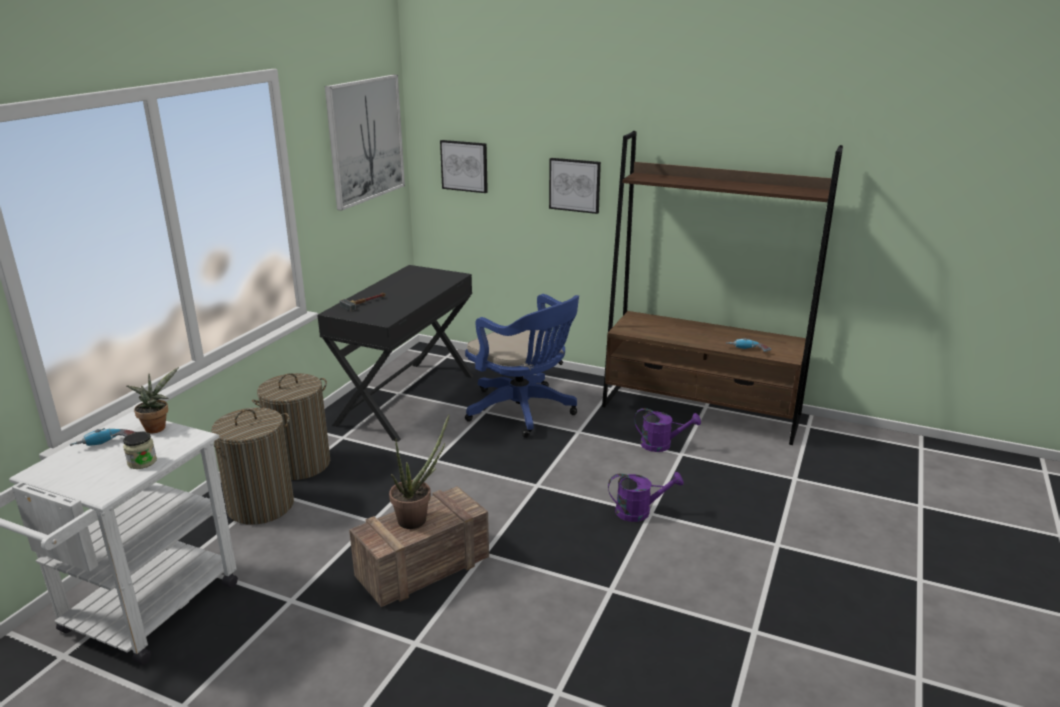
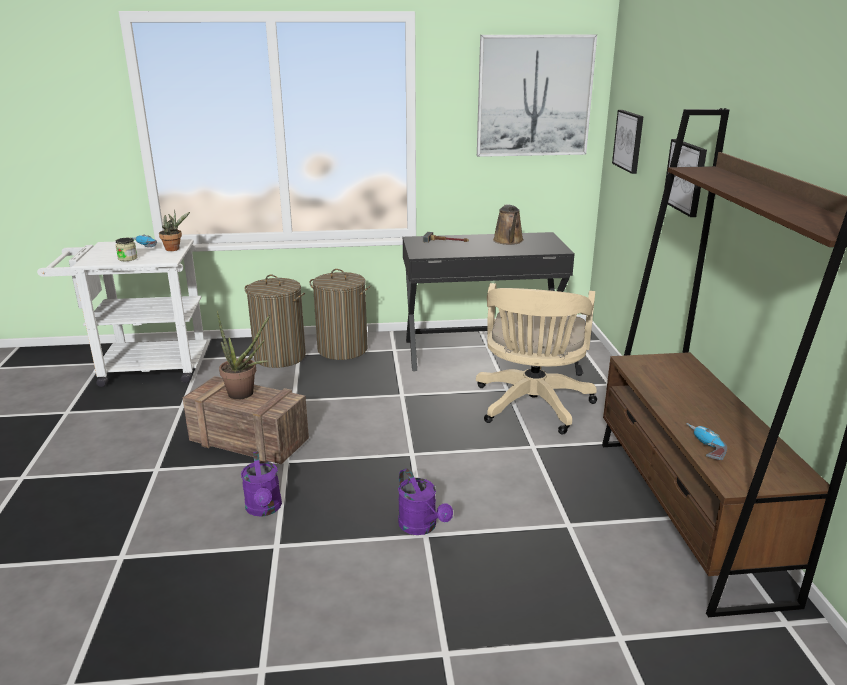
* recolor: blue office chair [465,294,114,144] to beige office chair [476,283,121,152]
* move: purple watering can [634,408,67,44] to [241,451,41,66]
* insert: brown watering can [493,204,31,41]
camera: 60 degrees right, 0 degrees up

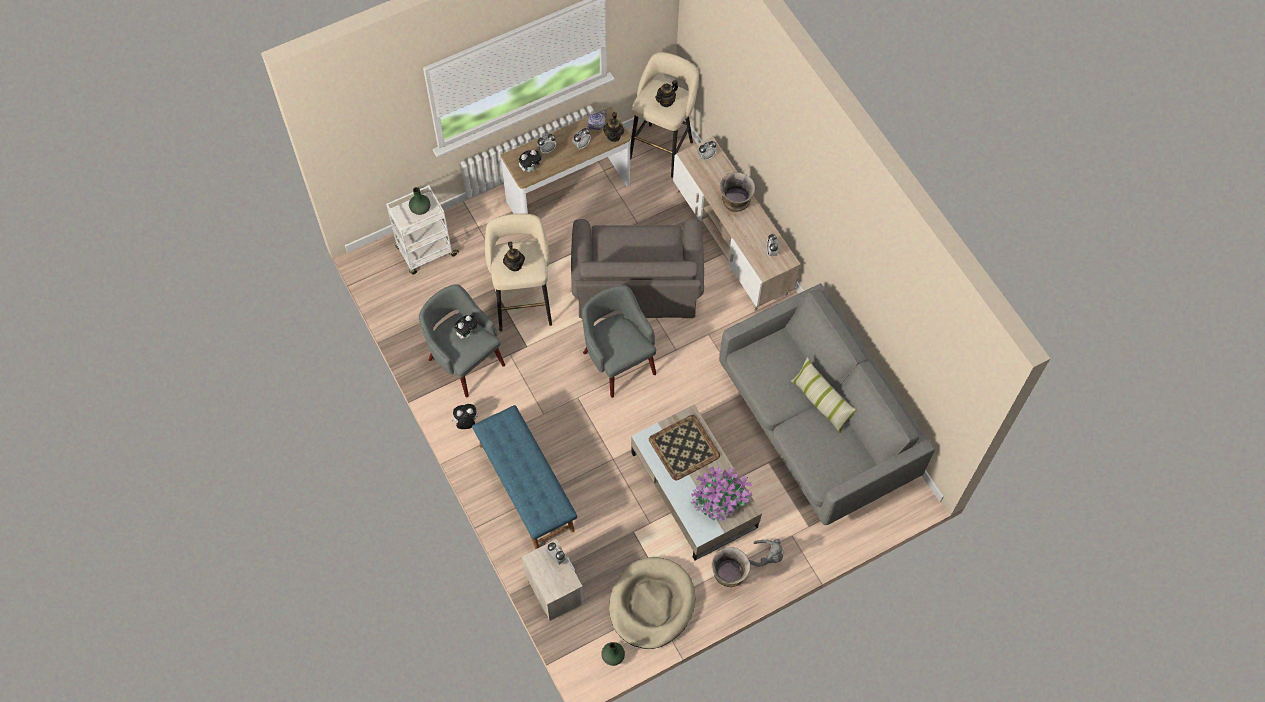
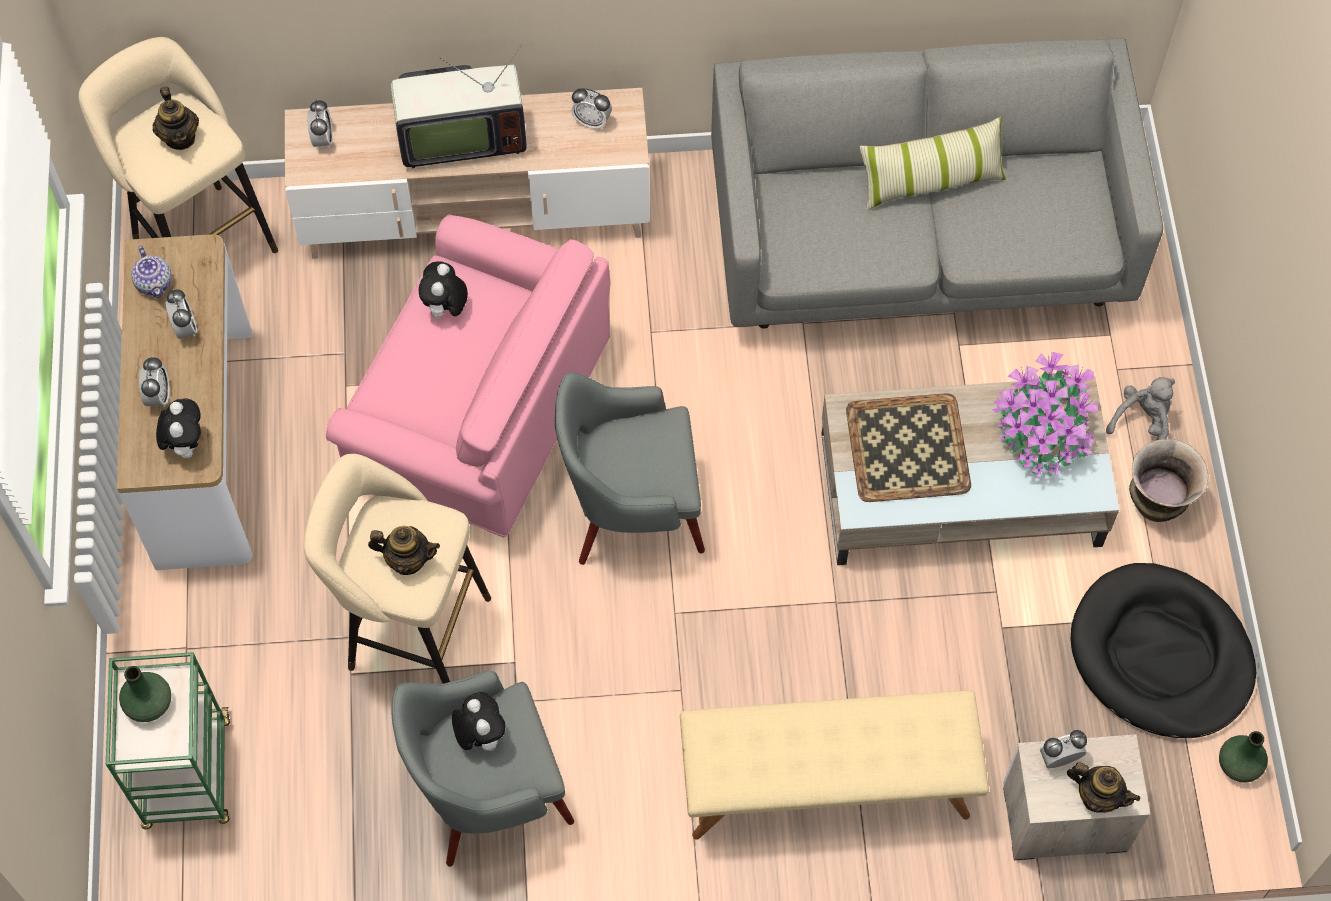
* recolor: white cart [386,185,73,89] to green cart [106,652,124,177]
* move: plush toy [451,404,27,25] to [419,261,49,61]
* recolor: blue bench [472,405,105,145] to beige bench [680,690,309,150]
* recolor: grey armchair [571,218,133,101] to pink armchair [326,214,284,323]
* move: teapot [603,112,21,30] to [1067,762,73,51]
* recolor: beige dog bed [609,557,86,92] to black dog bed [1071,563,185,175]
* replace: vase [720,172,35,40] to television [391,44,136,124]
camera: 65 degrees left, 0 degrees up

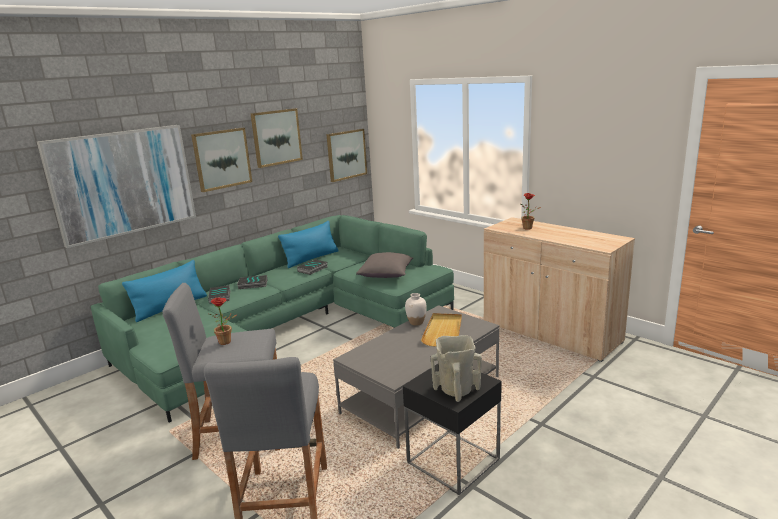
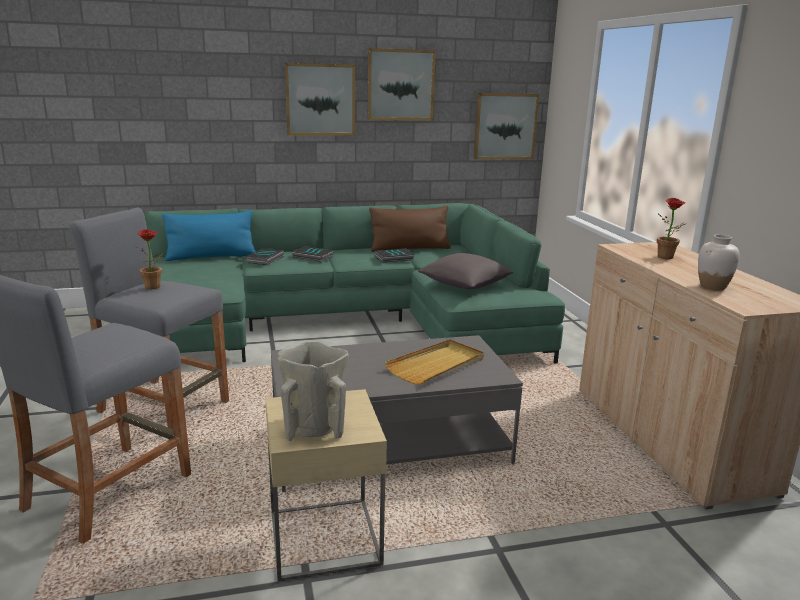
* delete: picture [37,125,159,123]
* recolor: blue pillow [278,221,61,47] to brown pillow [369,206,82,46]
* recolor: black side table [403,364,99,131] to beige side table [266,389,121,193]
* move: white vase [405,293,22,33] to [698,234,42,57]
camera: 30 degrees right, 0 degrees up

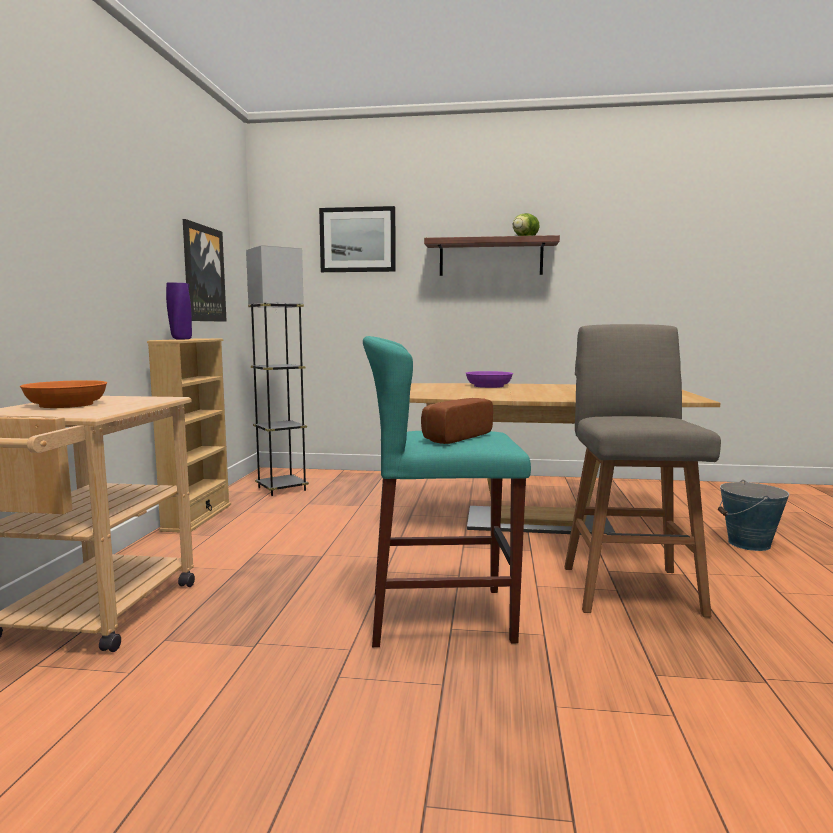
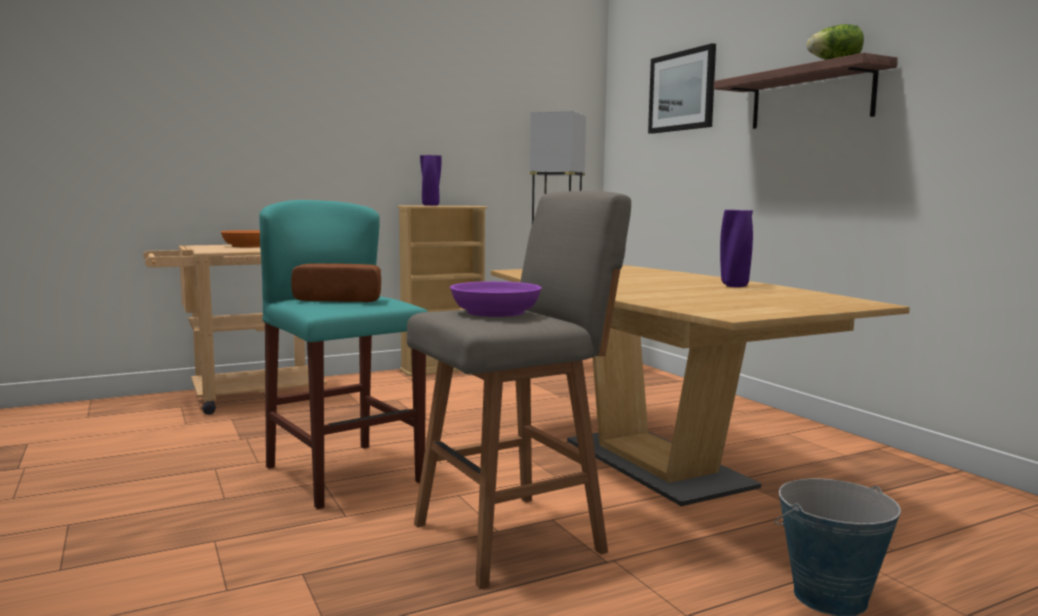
* delete: picture [183,219,44,103]
* move: purple bowl [466,371,47,17] to [450,281,92,36]
* insert: purple vase [720,210,33,77]
camera: 55 degrees right, 0 degrees up

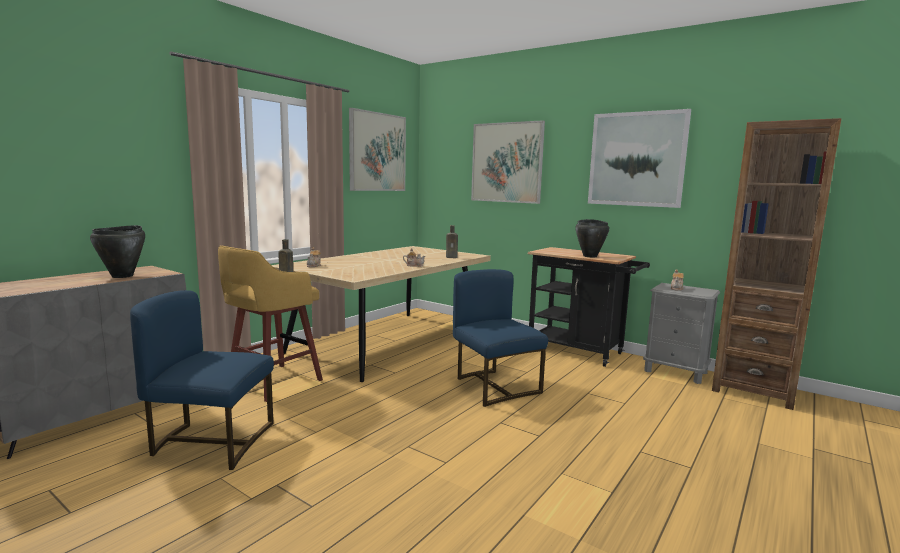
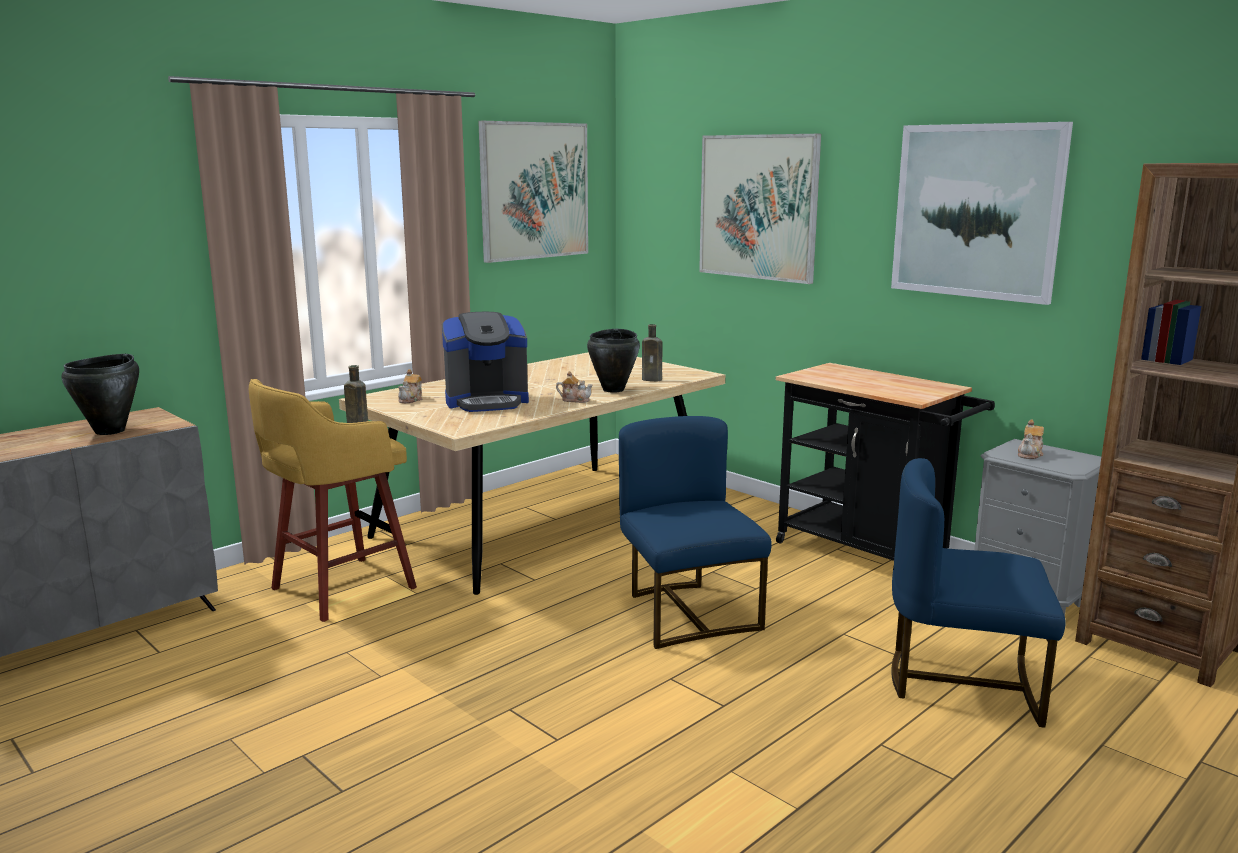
* move: blue chair [130,290,144,180] to [891,458,175,270]
* move: black cooking pot [575,219,34,38] to [587,329,53,64]
* insert: coffee machine [442,312,87,100]
camera: 10 degrees right, 5 degrees up

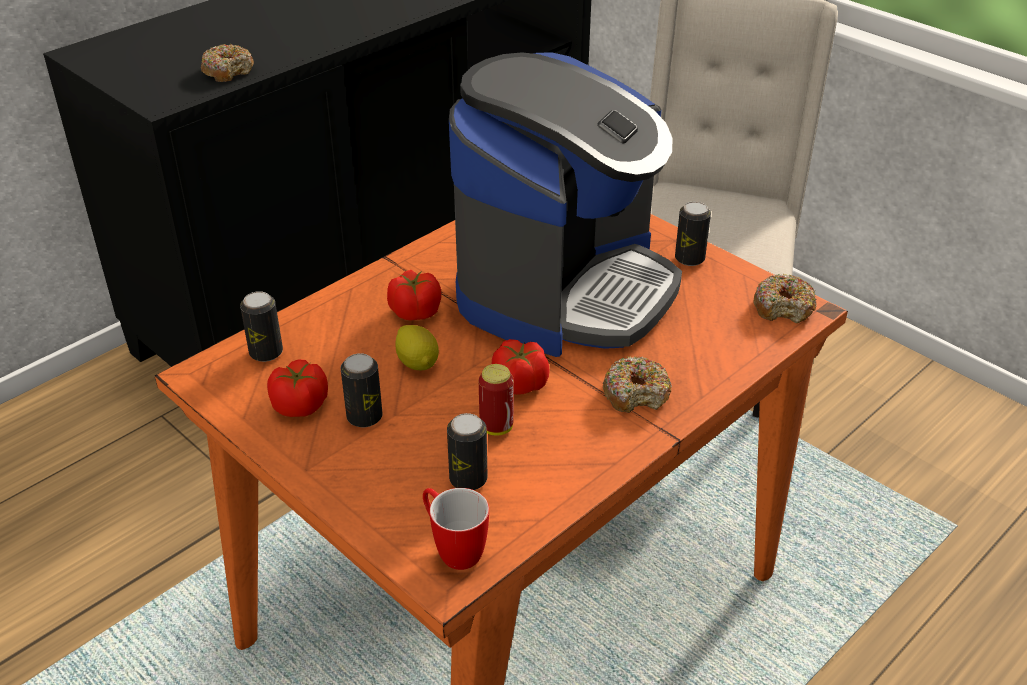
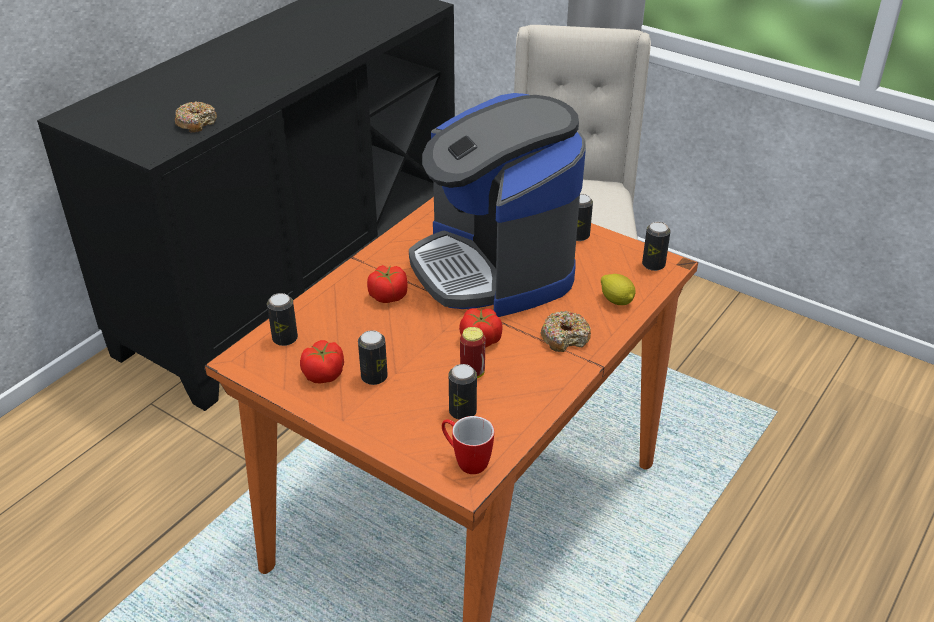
* move: lemon [396,325,43,45] to [601,274,34,31]
* rotate: coffee machine [449,52,233,305] = [409,93,177,224] 135 degrees clockwise
* replace: donut [753,274,64,49] to can [642,222,29,49]
camera: 10 degrees left, 0 degrees up

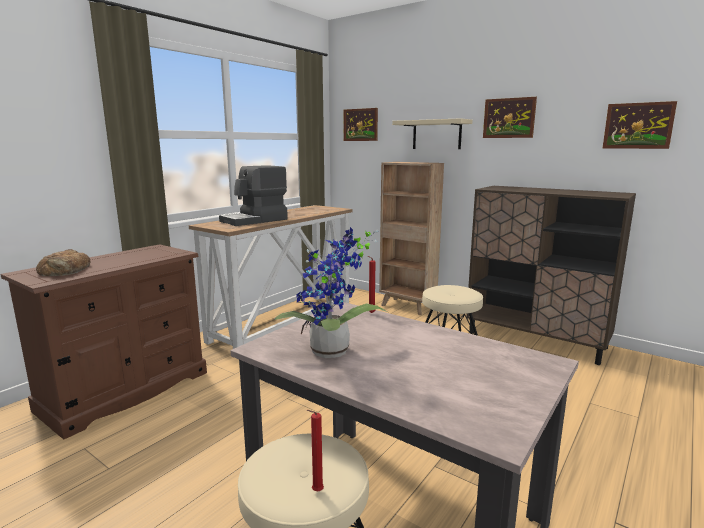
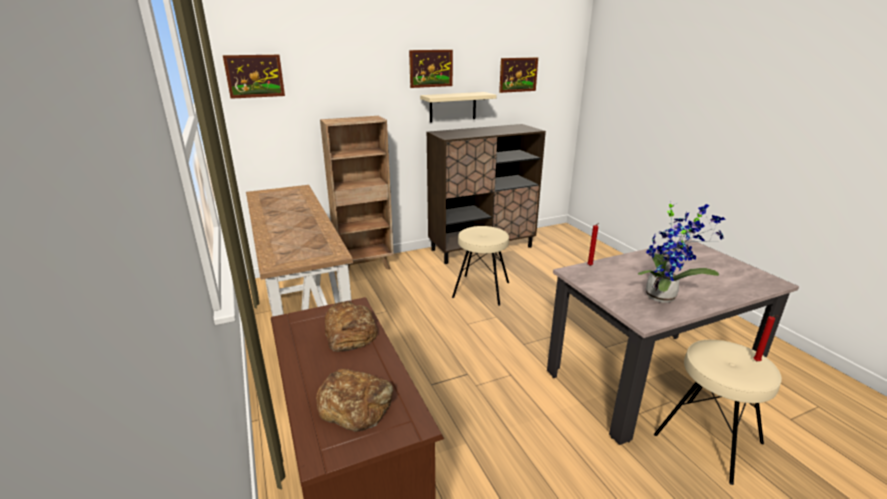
* delete: coffee machine [219,165,69,61]
* move: beige shelf [392,118,80,31] to [420,92,76,31]
* insert: bread [325,301,53,51]
camera: 60 degrees left, 10 degrees up

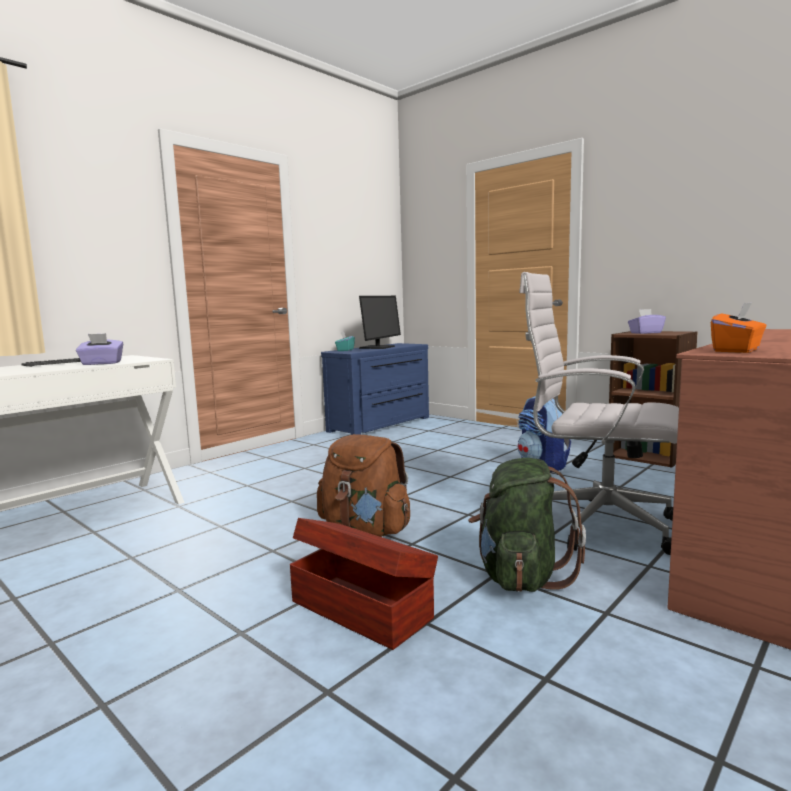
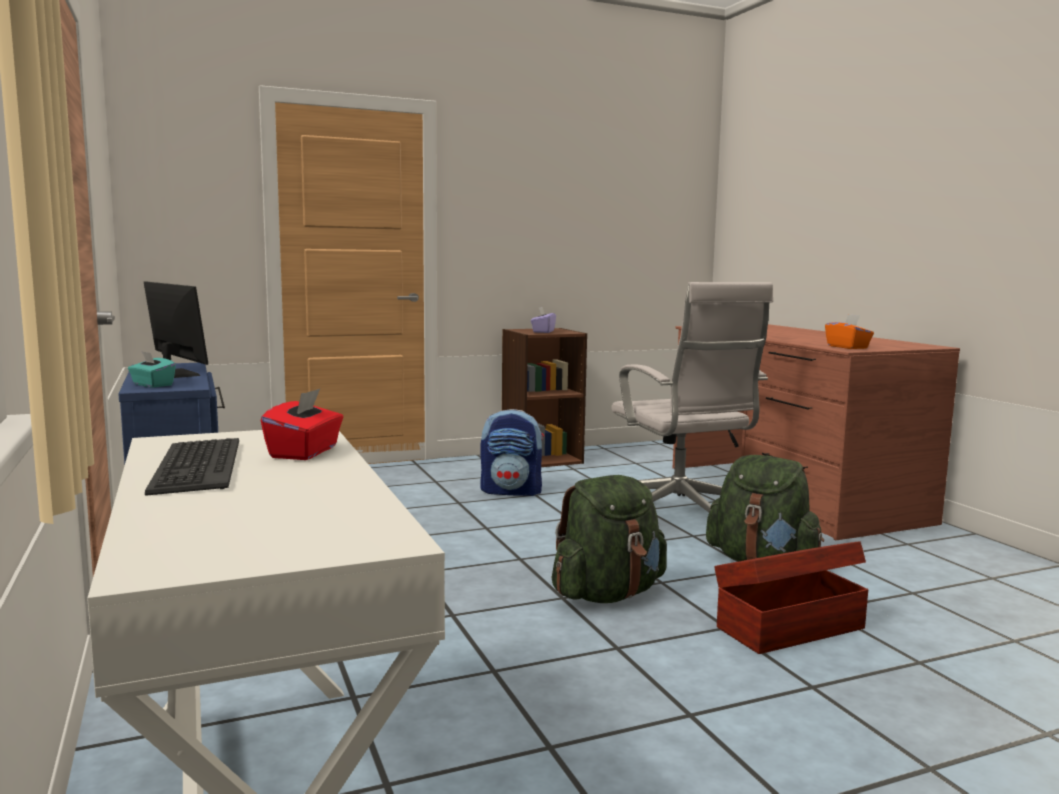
* recolor: purple tissue box [76,333,47,32] to red tissue box [260,389,83,71]
* recolor: brown backpack [317,434,93,103] to green backpack [552,475,115,128]
* rotate: white office chair [519,272,160,283] = [612,282,161,230] 75 degrees counterclockwise
camera: 65 degrees left, 0 degrees up

